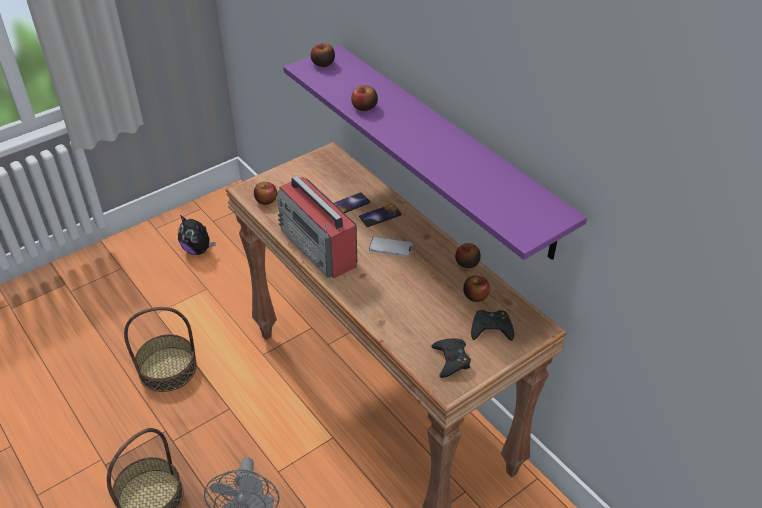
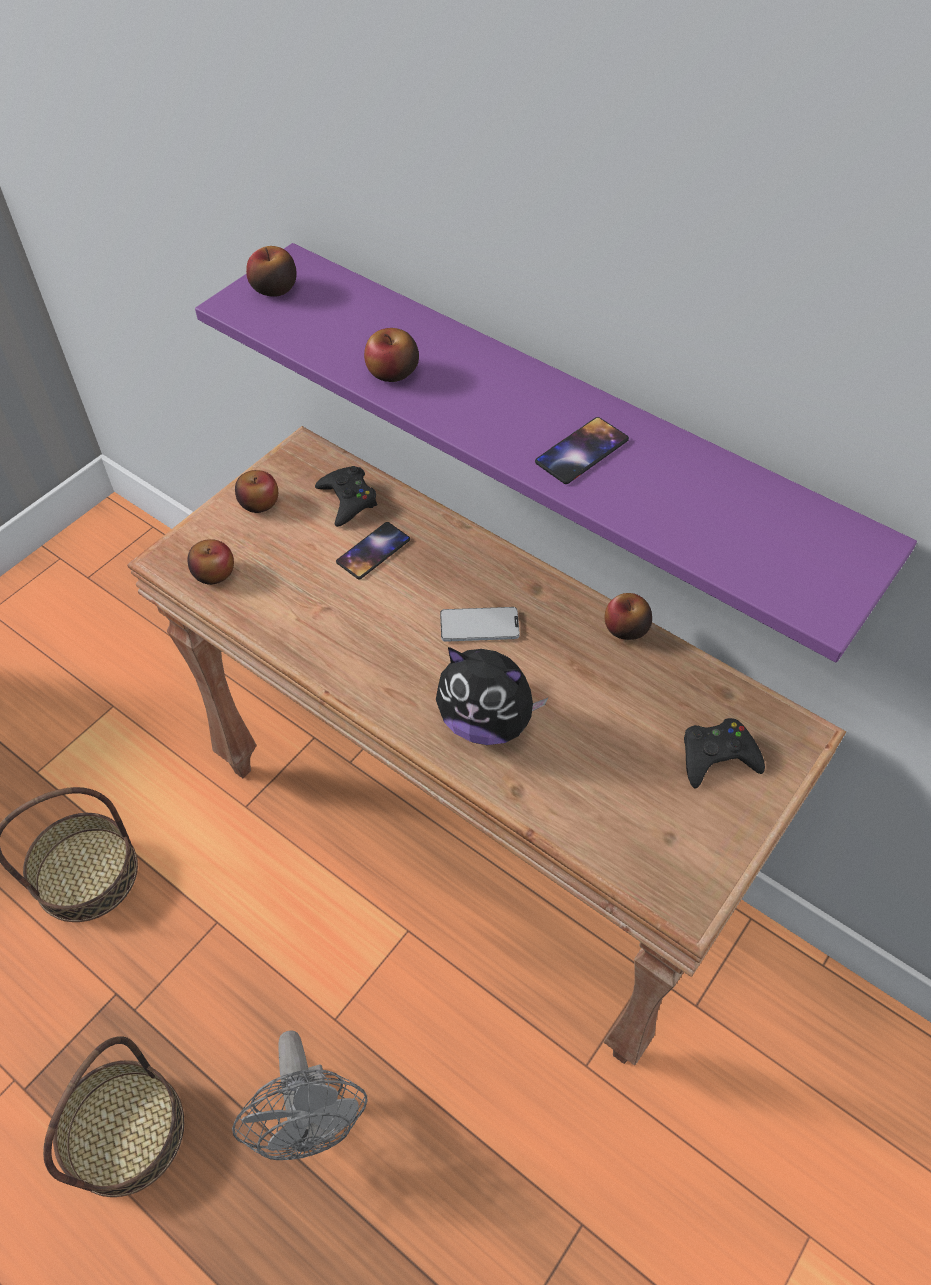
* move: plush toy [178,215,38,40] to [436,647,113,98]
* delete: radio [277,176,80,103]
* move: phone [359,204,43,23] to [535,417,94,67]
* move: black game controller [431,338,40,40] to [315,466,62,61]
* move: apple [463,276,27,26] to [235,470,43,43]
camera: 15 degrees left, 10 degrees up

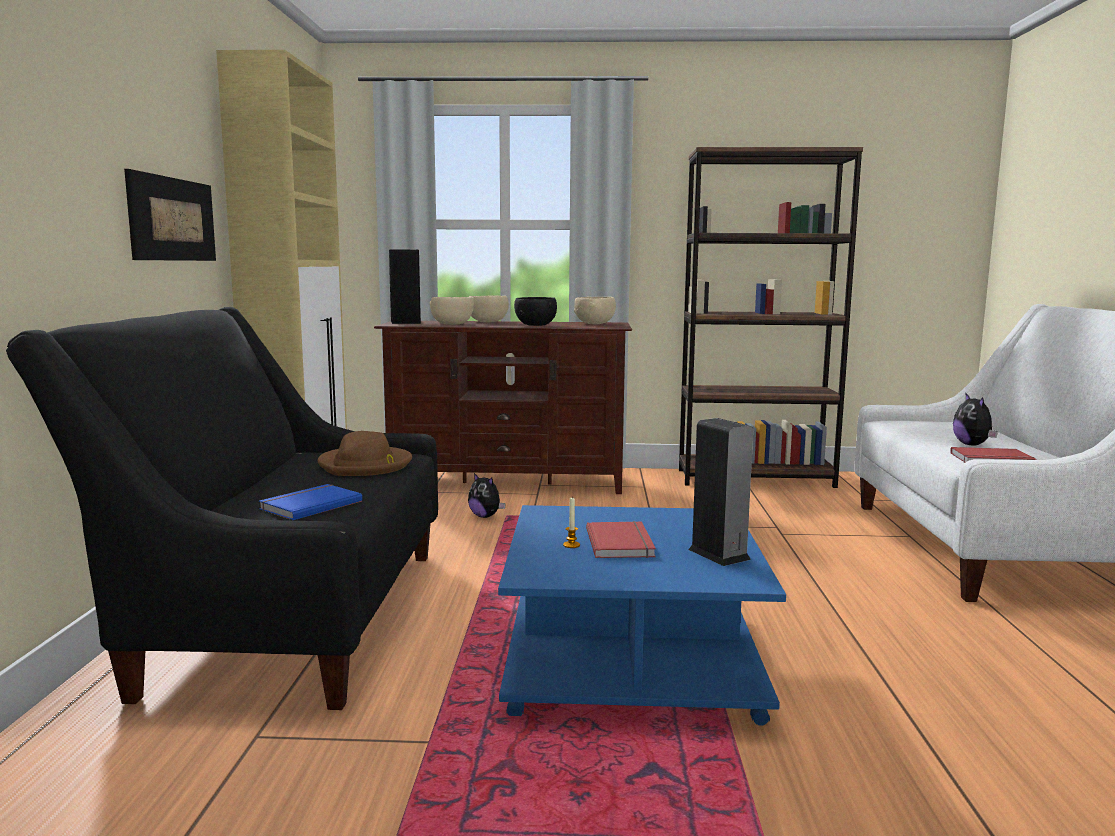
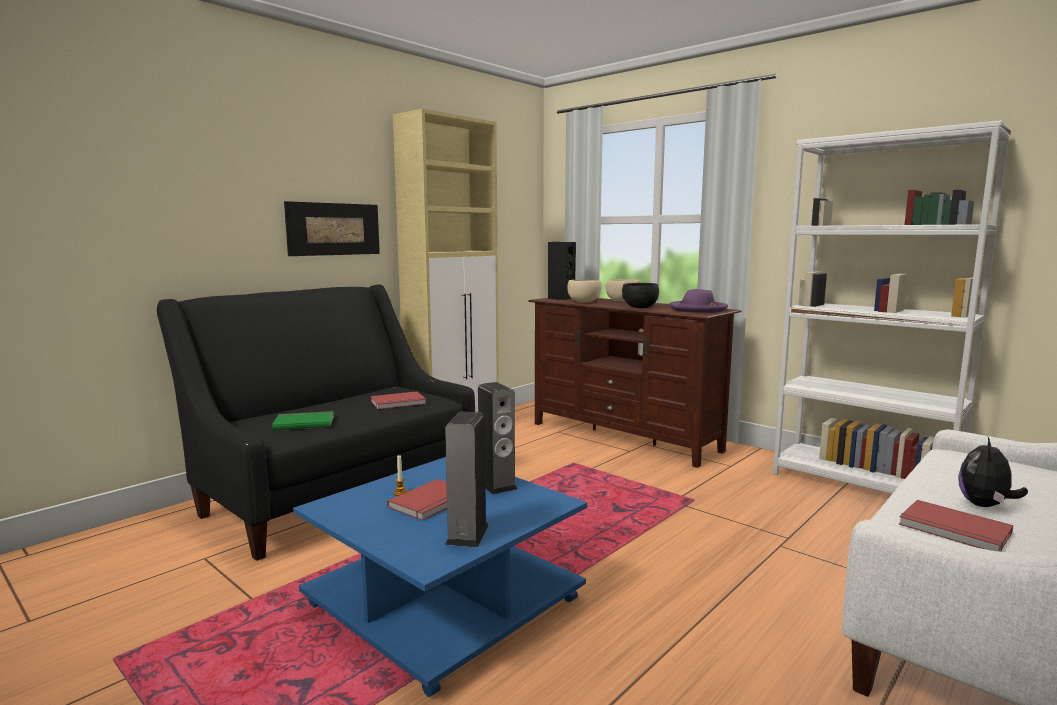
* recolor: blue book [259,484,103,36] to green book [272,411,62,20]
* replace: brown hat [318,431,94,45] to red book [371,391,55,18]
* delete: plush toy [468,473,38,45]
* replace: beige bowl [574,297,42,27] to purple hat [669,289,59,24]
* recolor: brown bookcase [679,147,184,341] to white bookcase [773,120,238,374]
* insert: speaker [478,382,40,112]
camera: 40 degrees right, 0 degrees up

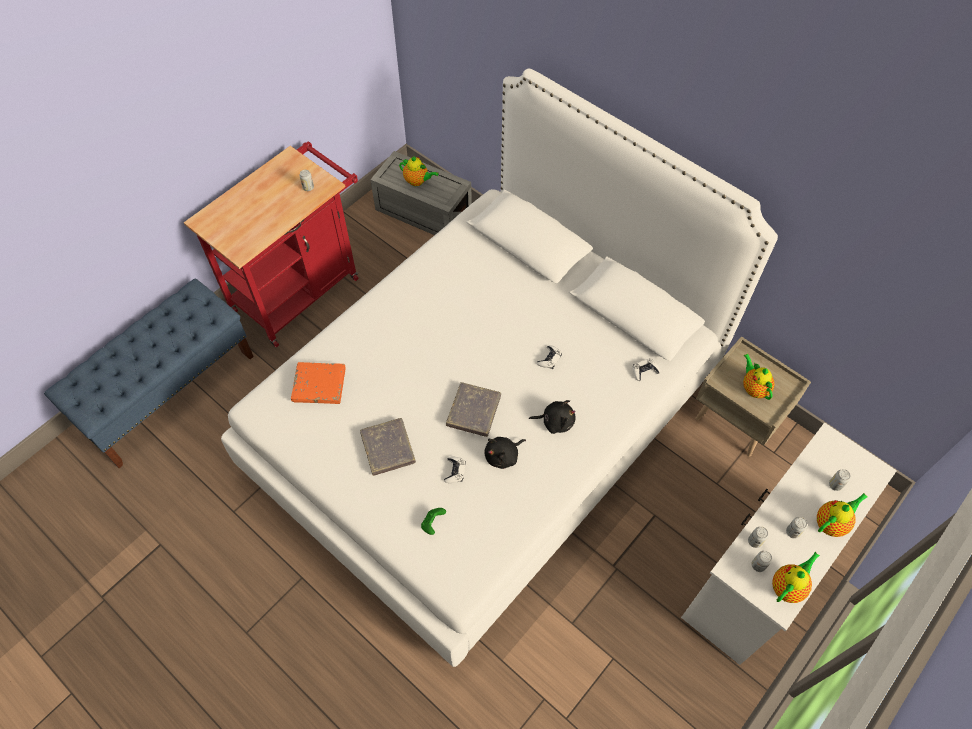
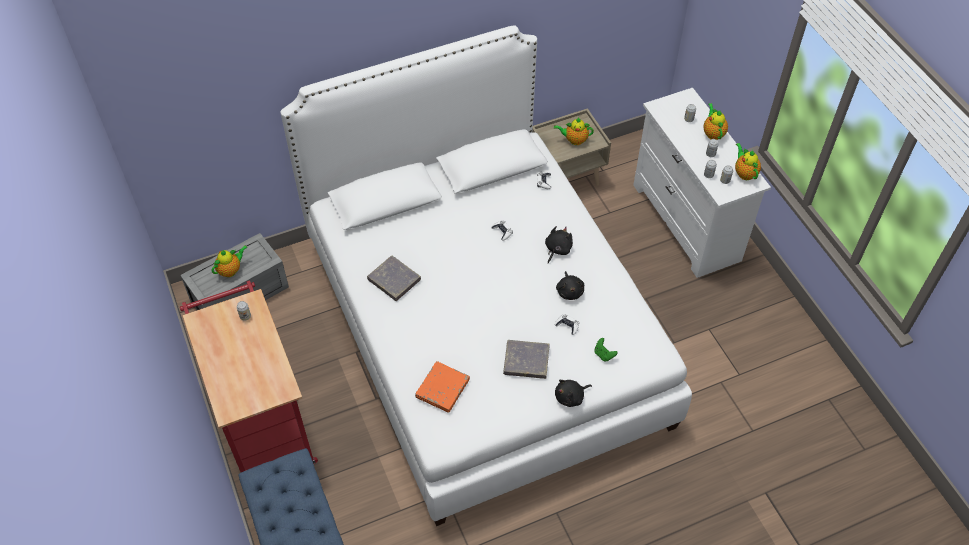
* move: grey book [446,382,55,55] to [367,256,54,45]
* insert: black plush toy [555,379,37,28]
camera: 65 degrees left, 5 degrees down

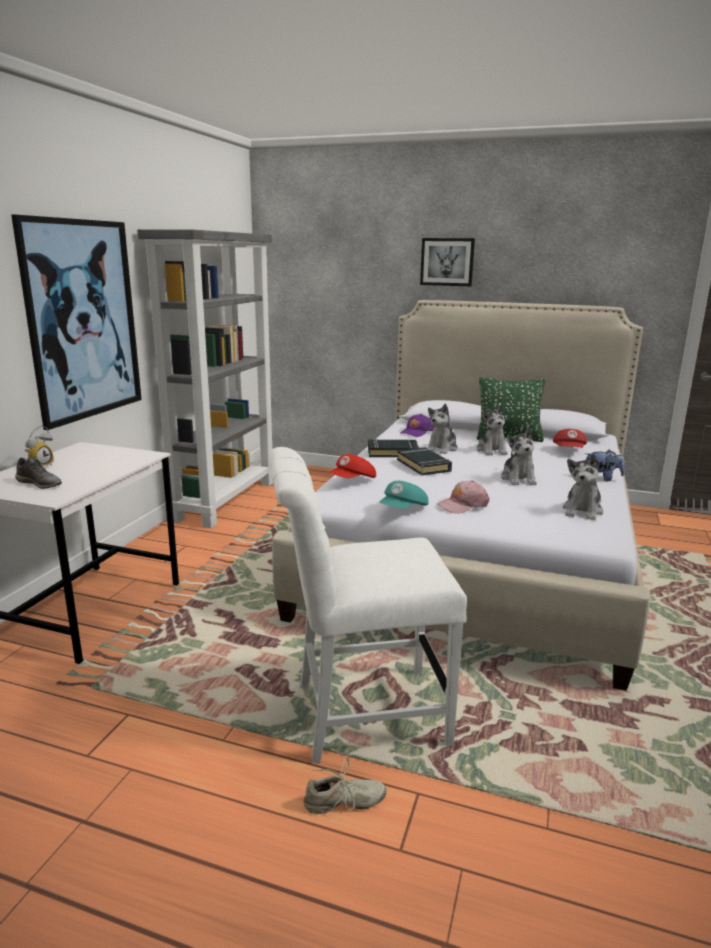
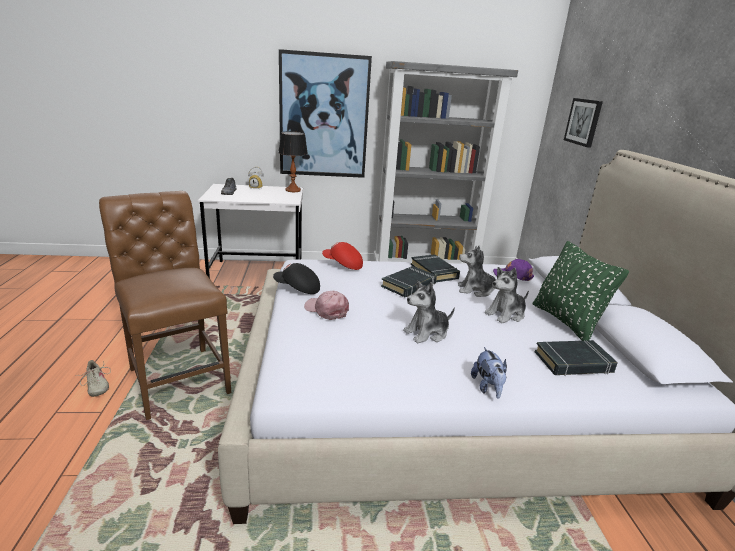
* recolor: white chair [269,447,198,316] to brown chair [99,191,132,229]
* recolor: turquoise cap [379,481,50,28] to black cap [273,263,47,31]
* move: picture [420,238,55,48] to [564,98,39,50]
* replace: red cap [553,429,34,19] to black book [535,340,83,36]
* delete: plush toy [562,454,41,66]
* insert: table lamp [278,131,30,61]
camera: 65 degrees right, 5 degrees up

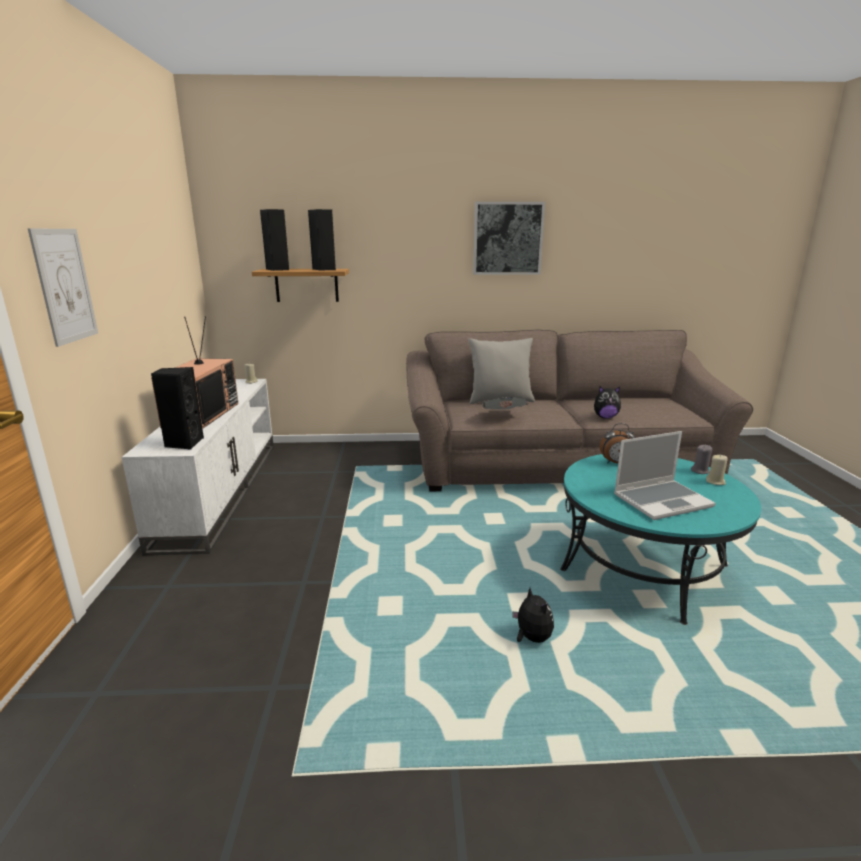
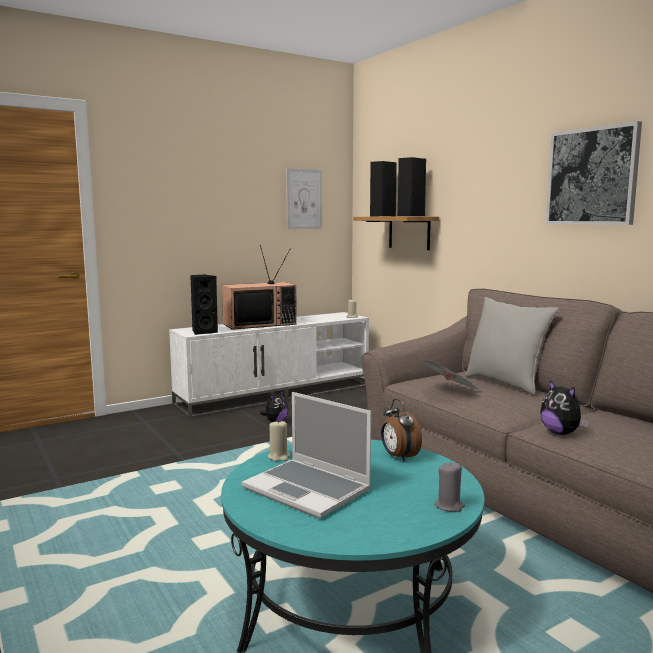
* move: picture [28,229,70,118] to [286,168,36,61]
* move: plush toy [512,588,42,55] to [260,390,28,32]
* move: beige candle [706,455,22,30] to [268,420,22,41]
camera: 60 degrees right, 10 degrees down

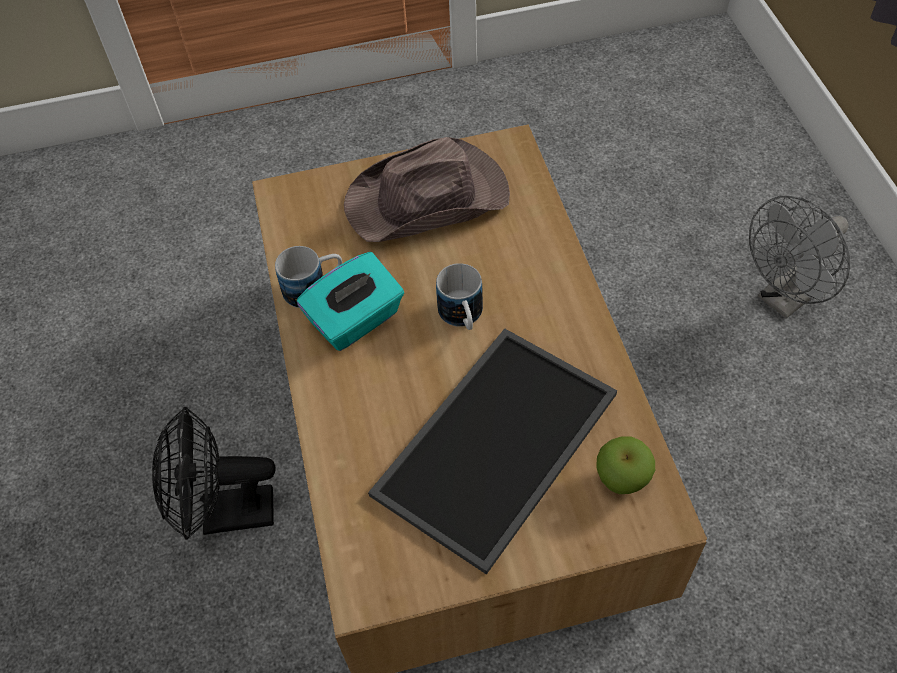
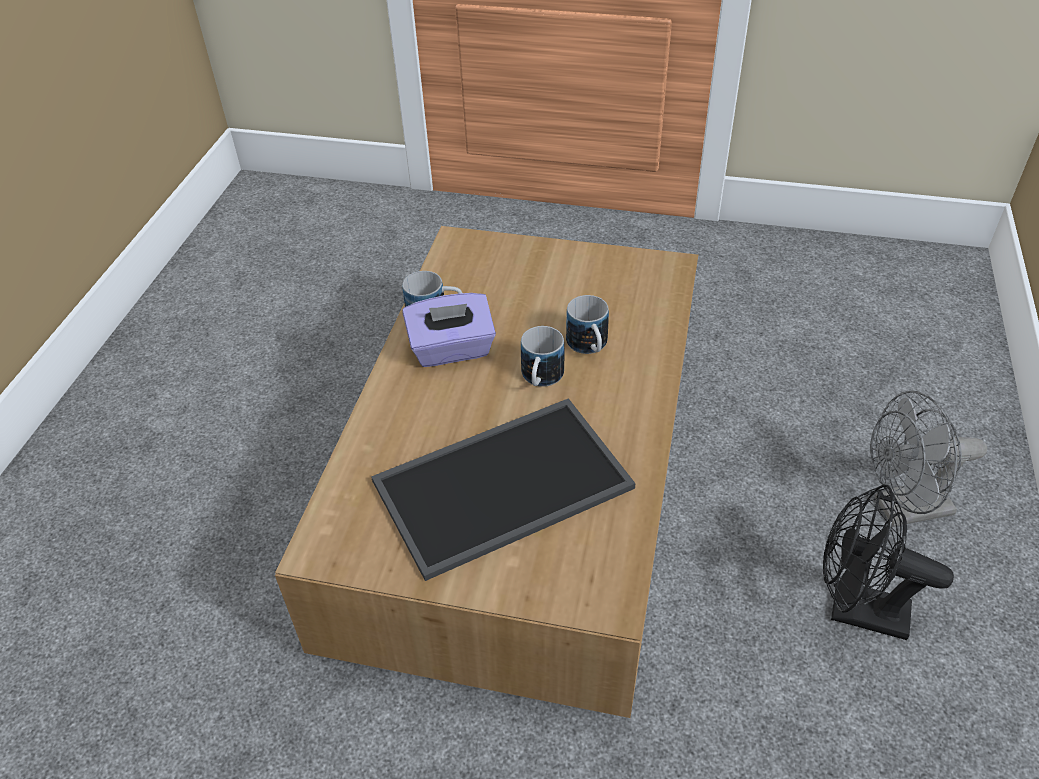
* move: black fan [152,407,124,133] to [823,484,131,156]
* recolor: turquoise tissue box [297,252,107,99] to purple tissue box [403,293,93,74]
* delete: brown hat [344,137,166,105]
* delete: apple [596,436,59,58]
* insert: mug [566,295,43,59]
camera: 25 degrees right, 10 degrees down

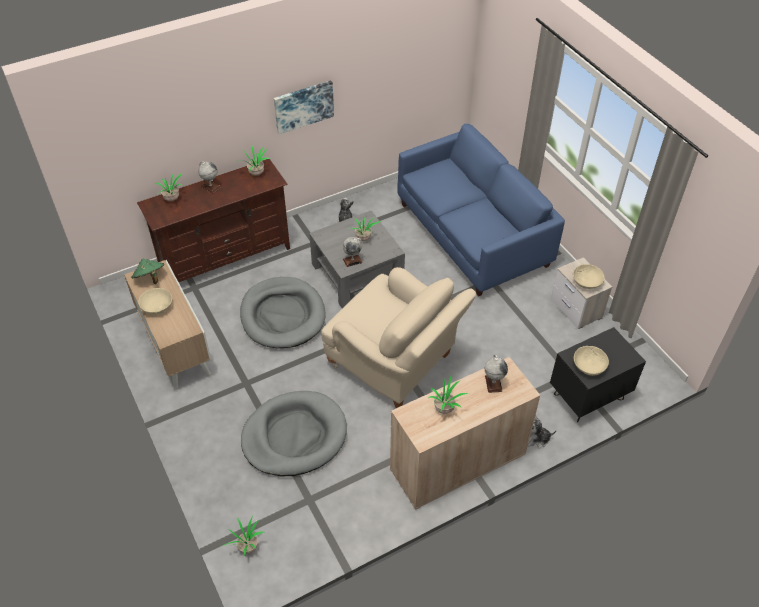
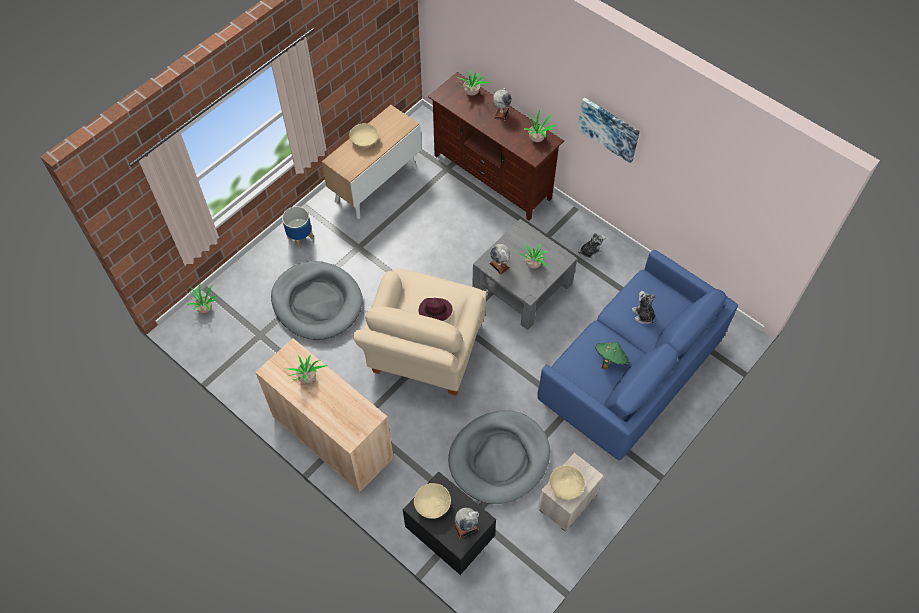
* move: green hat [131,259,33,25] to [595,342,34,27]
* move: grey dog bed [240,277,86,71] to [448,410,102,94]
* move: globe [485,355,23,38] to [454,508,25,30]
* move: plush toy [527,415,29,33] to [632,291,24,33]
* insert: planter [282,206,32,43]
* insert: purple hat [419,298,34,23]
camera: 70 degrees right, 10 degrees up

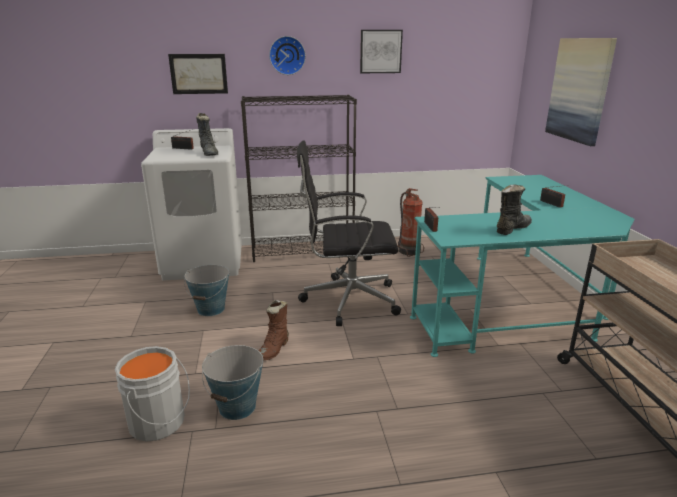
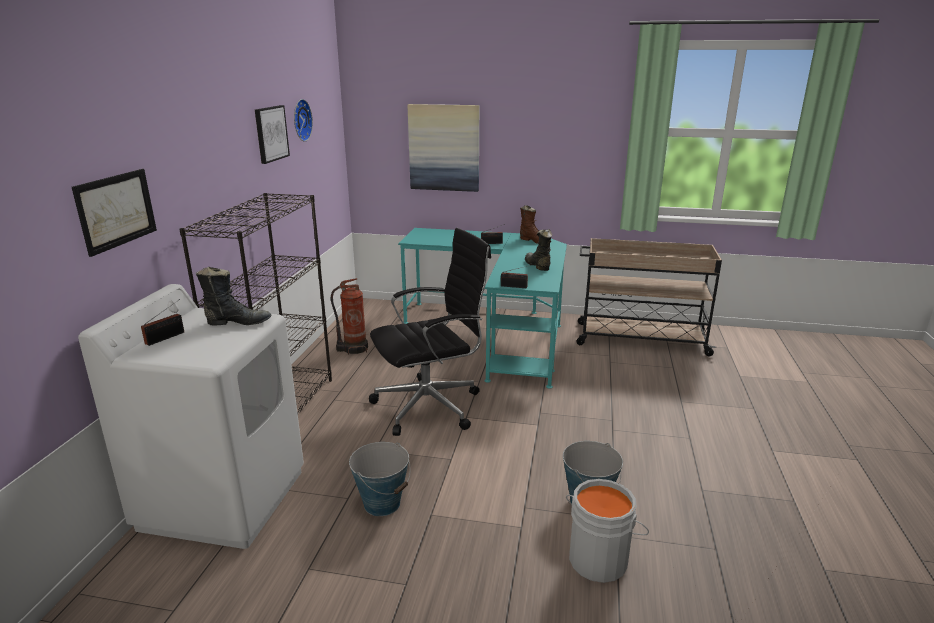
* move: brown boot [259,300,30,60] to [520,205,31,39]
* move: wall clock [269,36,37,39] to [294,99,19,43]
* rotate: black office chair [297,140,104,186] = [369,228,122,208] 135 degrees counterclockwise
camera: 70 degrees left, 0 degrees up

